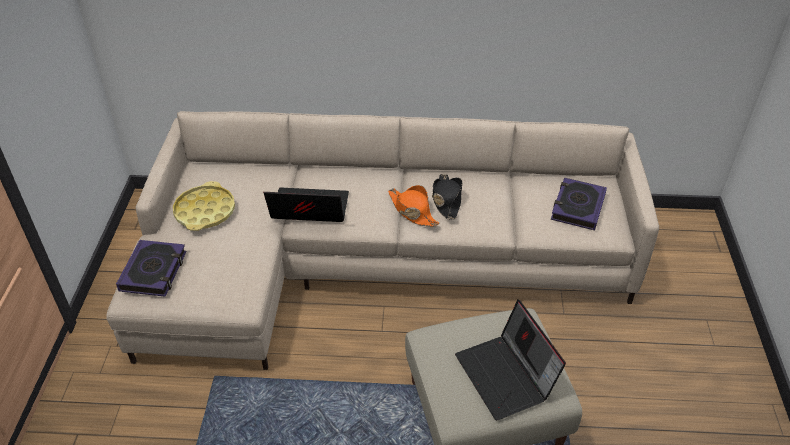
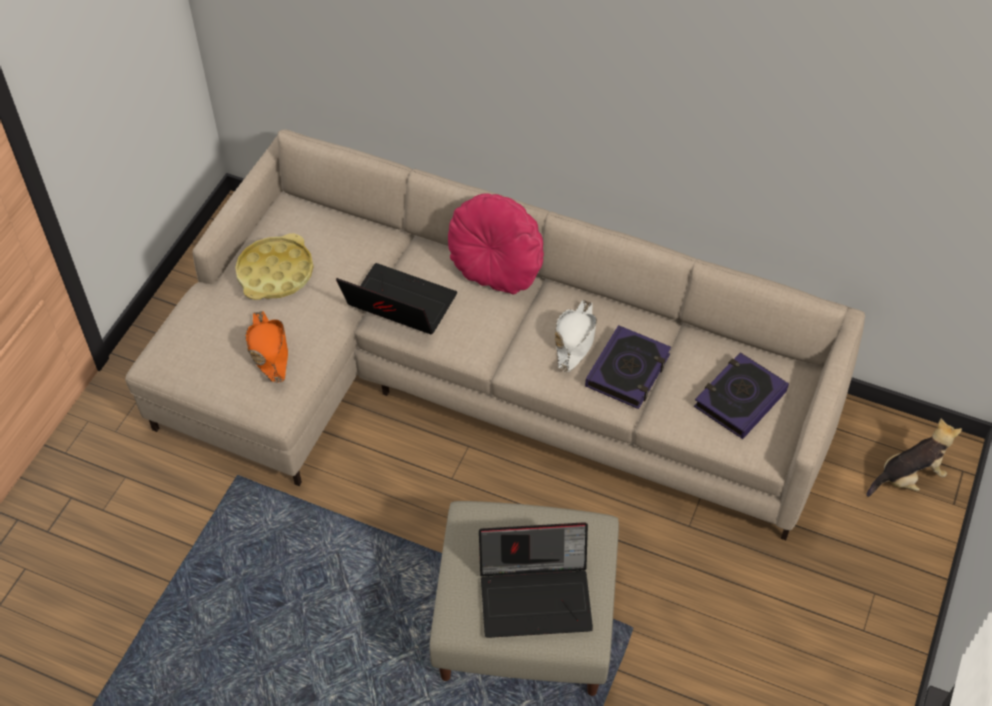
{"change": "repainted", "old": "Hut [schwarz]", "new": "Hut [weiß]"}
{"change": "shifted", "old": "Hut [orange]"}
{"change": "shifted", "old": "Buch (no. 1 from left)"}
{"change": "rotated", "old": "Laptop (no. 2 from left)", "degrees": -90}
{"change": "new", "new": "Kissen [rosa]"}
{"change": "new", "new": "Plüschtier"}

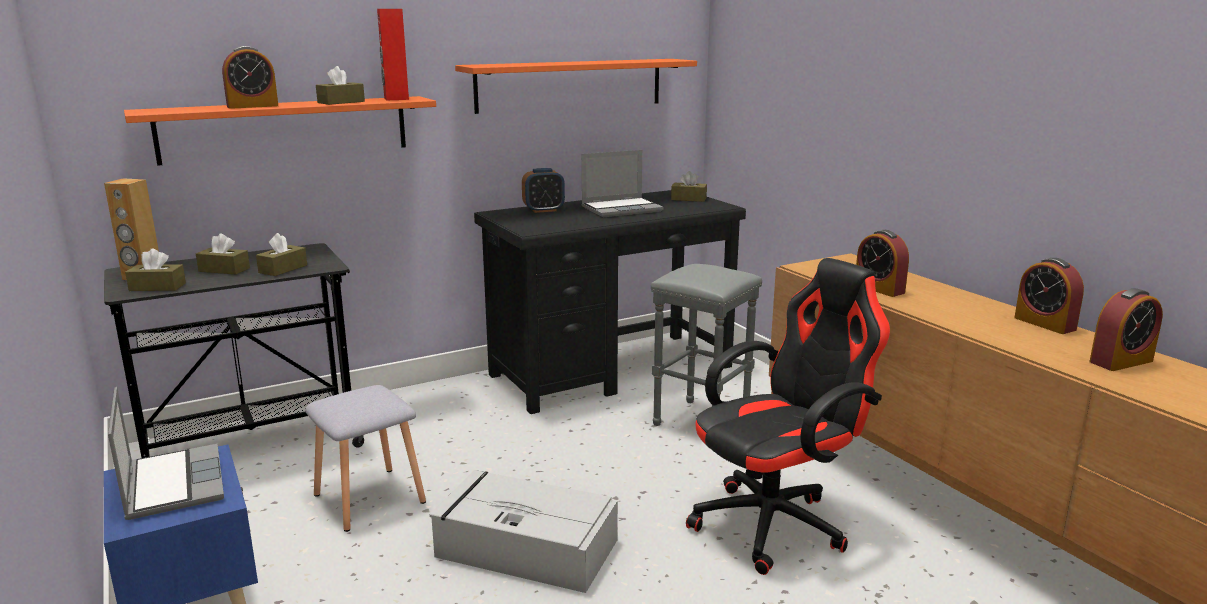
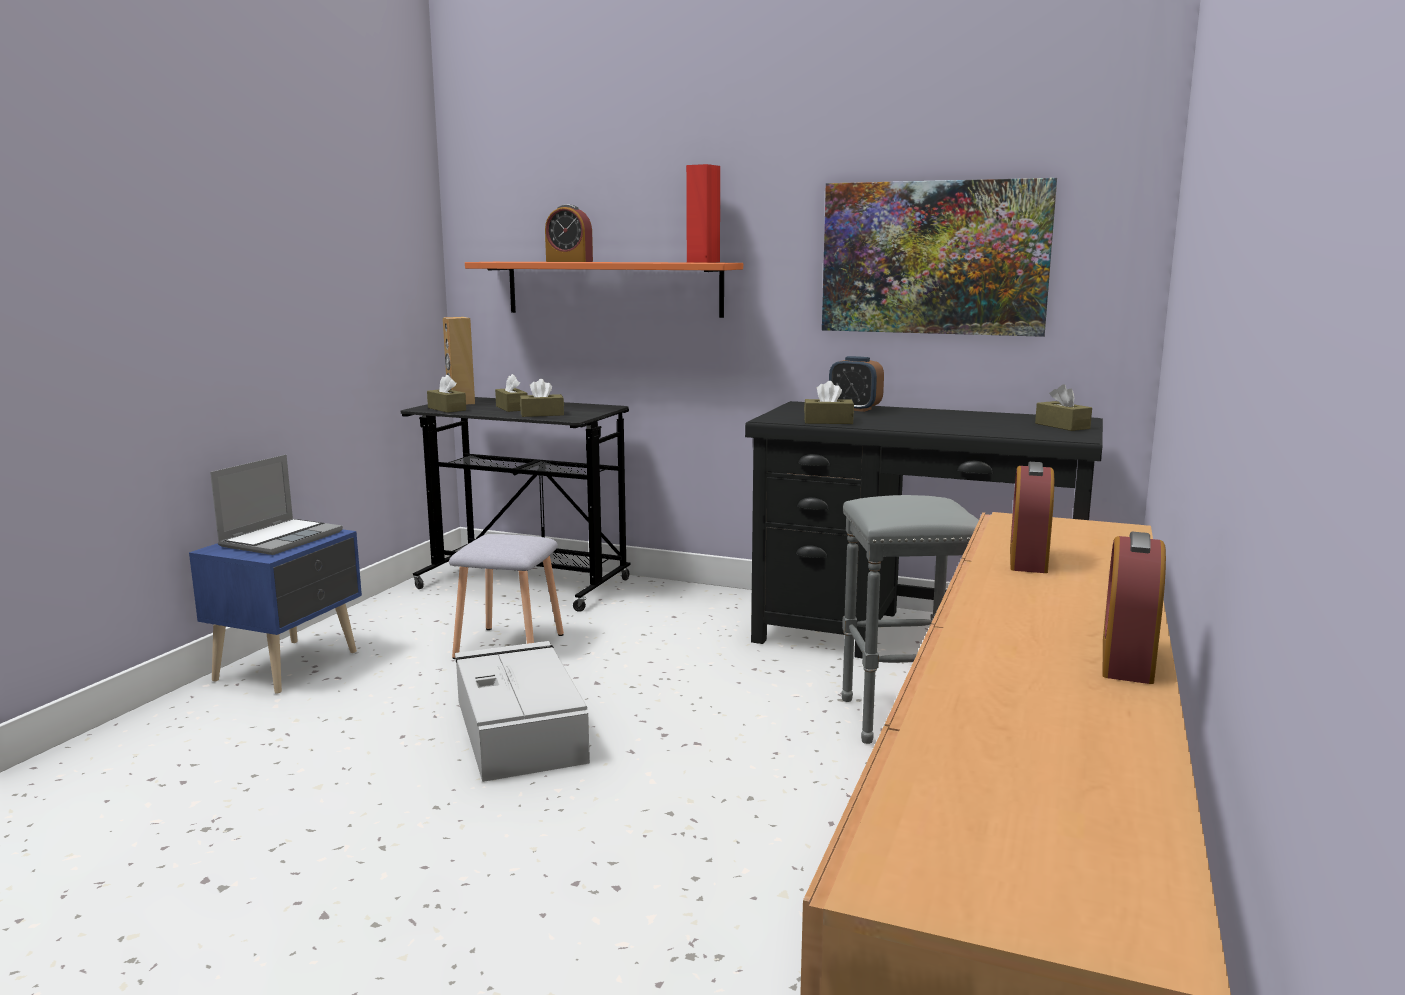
{"change": "swapped", "old": "Wandregal [orange] (no. 2 from left)", "new": "Bild"}
{"change": "shifted", "old": "Taschentuchbox [braun] (no. 4 from left)"}
{"change": "gone", "old": "Laptop (no. 2 from left)"}
{"change": "gone", "old": "Bürostuhl [schwarz]"}
{"change": "gone", "old": "Wecker (no. 5 from left)"}

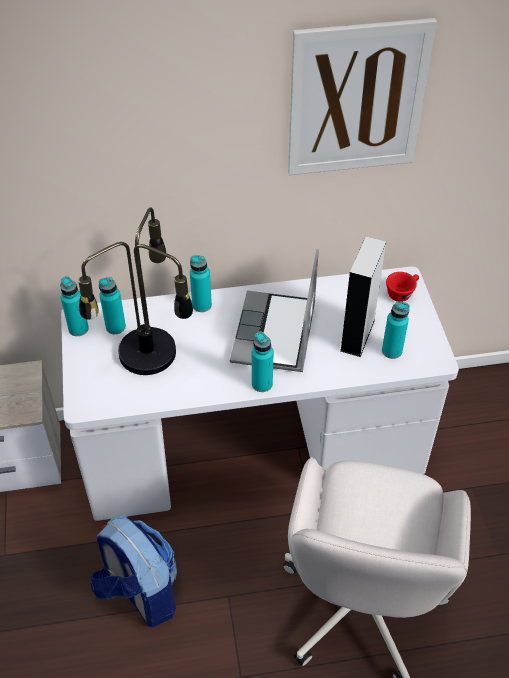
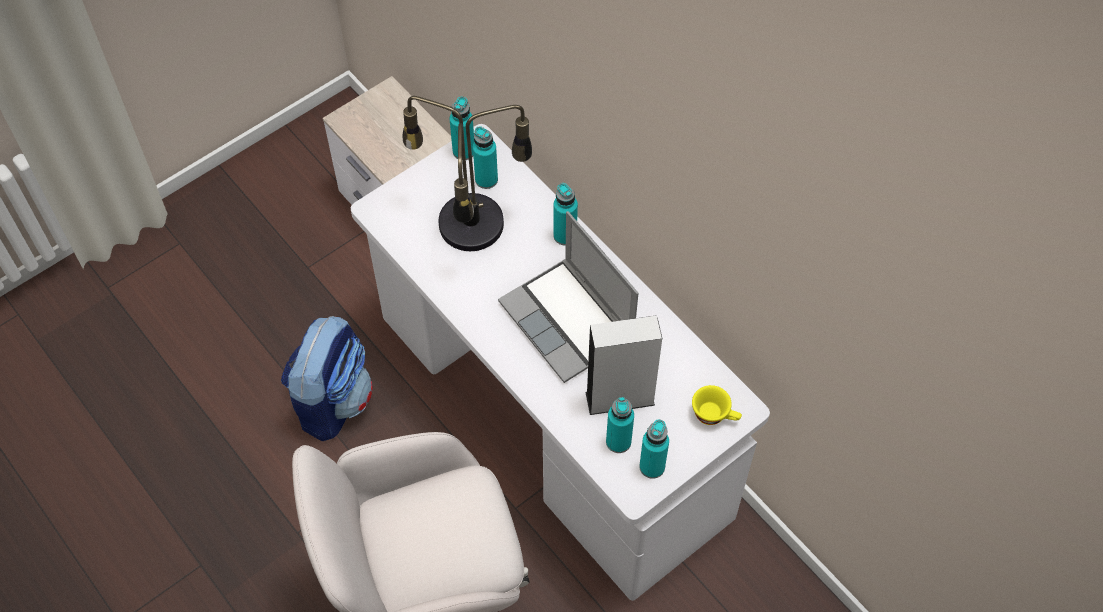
{"change": "gone", "old": "Bild"}
{"change": "rotated", "old": "Laptop", "degrees": -105}
{"change": "repainted", "old": "Tasse [rot]", "new": "Tasse [gelb]"}
{"change": "shifted", "old": "Flasche [türkis] (no. 4 from left in the first image)", "new": "Flasche [türkis] (no. 5 from left)"}

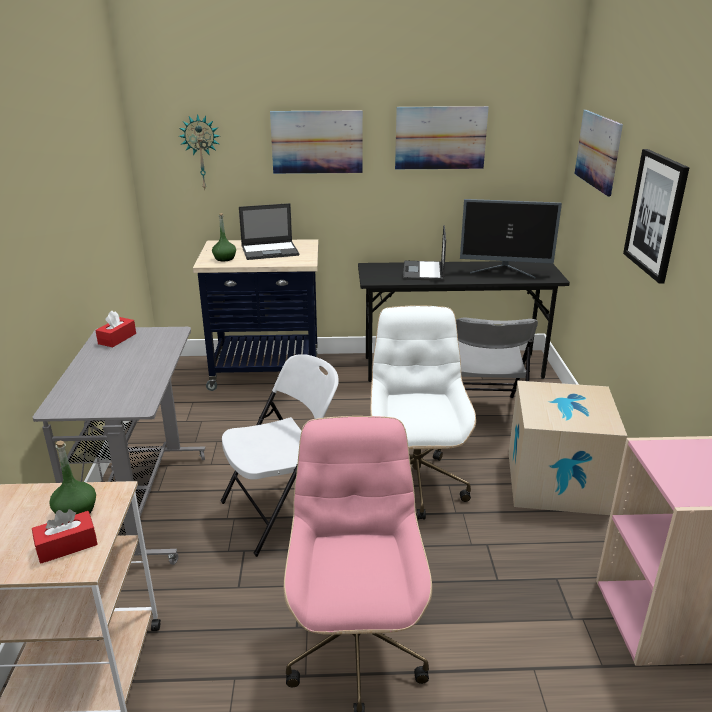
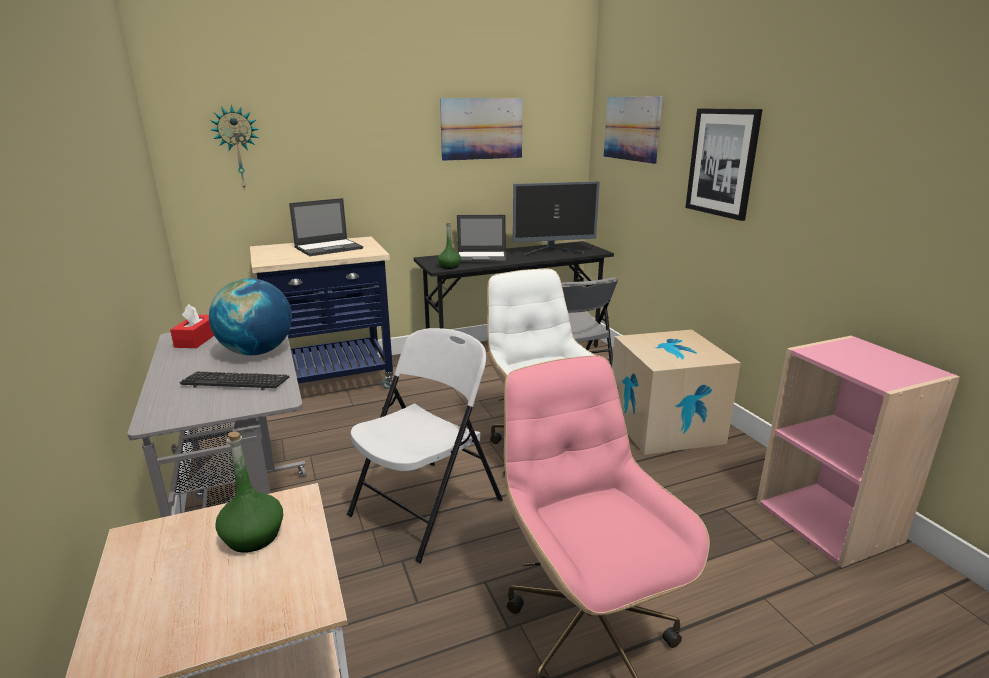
{"change": "gone", "old": "Bild (no. 1 from left)"}
{"change": "shifted", "old": "Flasche [grün] (no. 2 from left)"}
{"change": "rotated", "old": "Laptop (no. 2 from left)", "degrees": -75}
{"change": "gone", "old": "Taschentuchbox [rot] (no. 1 from left)"}
{"change": "new", "new": "Globus"}
{"change": "new", "new": "Tastatur"}

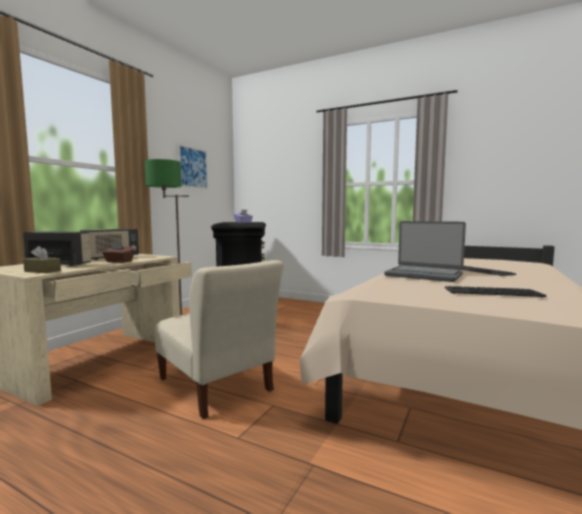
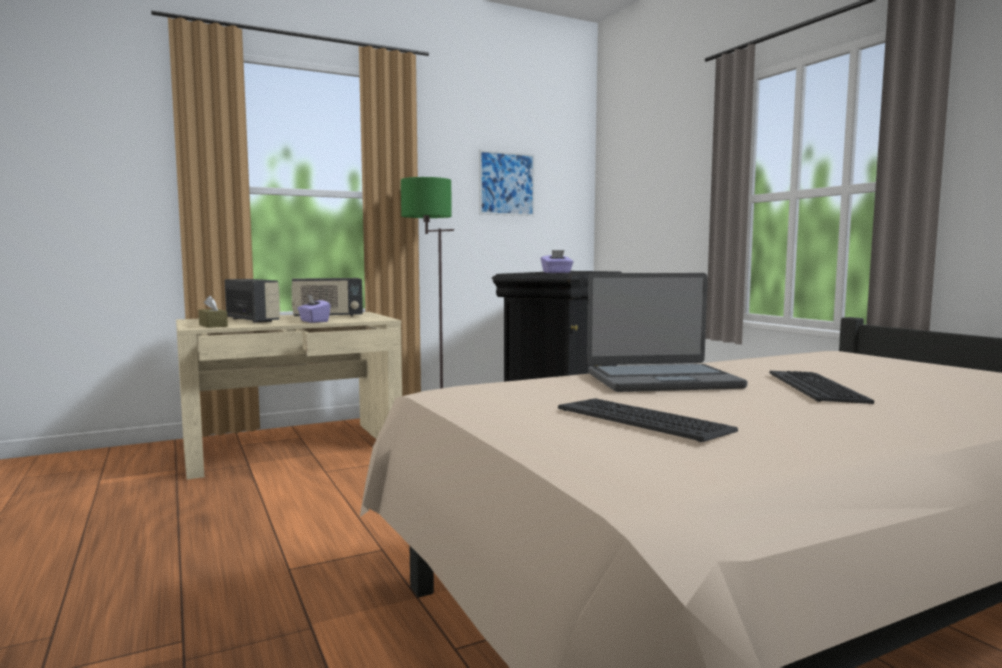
{"change": "rotated", "old": "Laptop", "degrees": -75}
{"change": "repainted", "old": "Taschentuchbox [braun] (no. 2 from left)", "new": "Taschentuchbox [lila] (no. 1 from left)"}
{"change": "gone", "old": "Stuhl [beige]"}

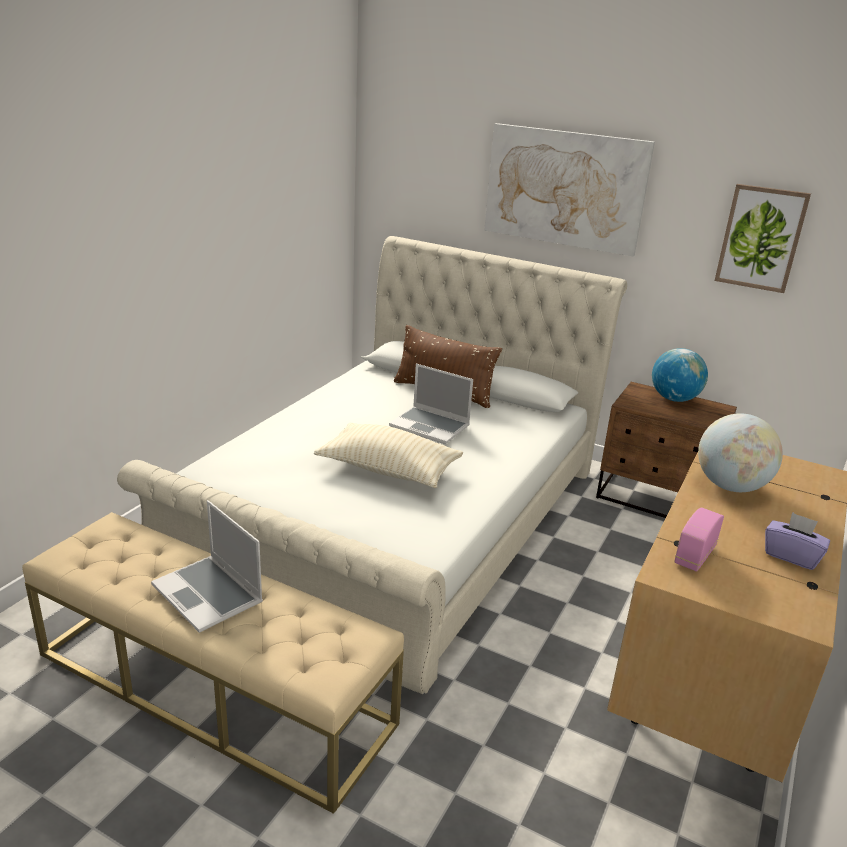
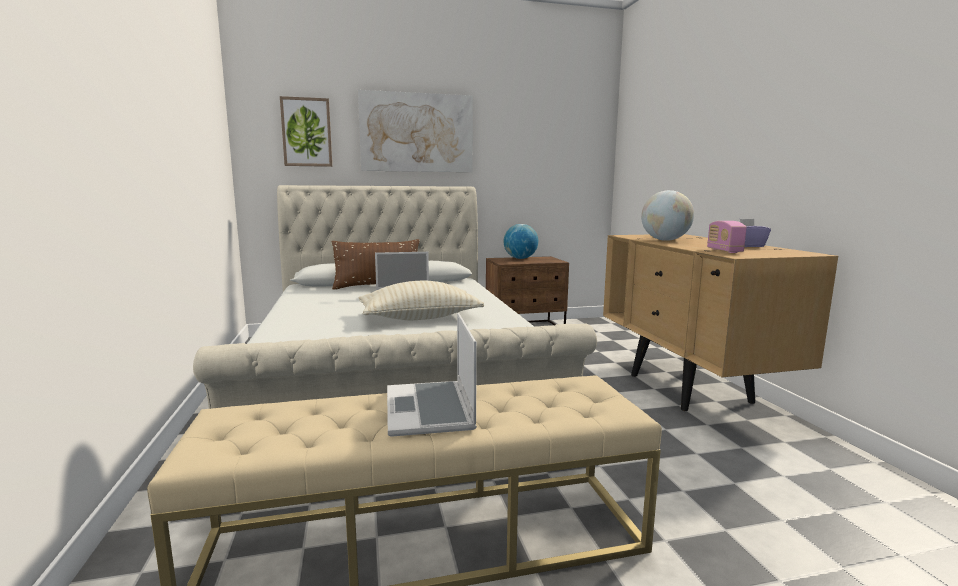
{"change": "shifted", "old": "Bild (no. 2 from left in the first image)", "new": "Bild (no. 1 from left)"}
{"change": "rotated", "old": "Laptop (no. 1 from left in the first image)", "degrees": 75}

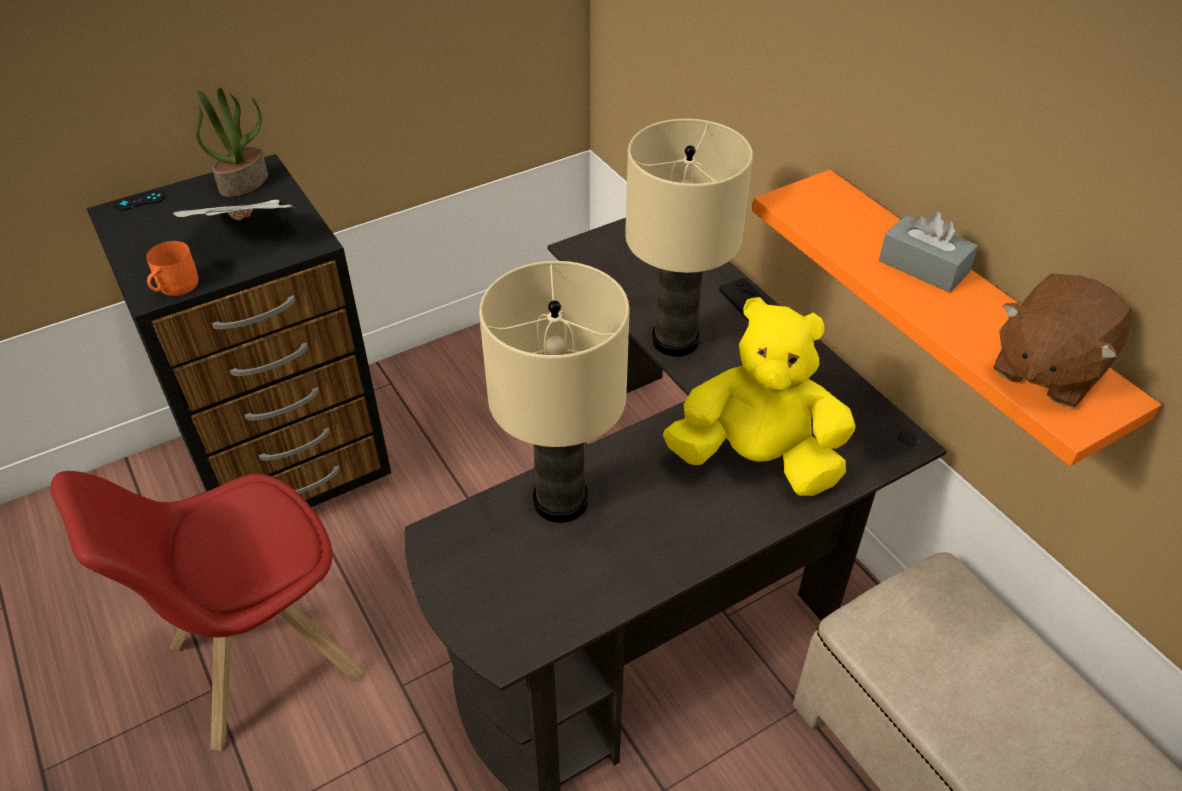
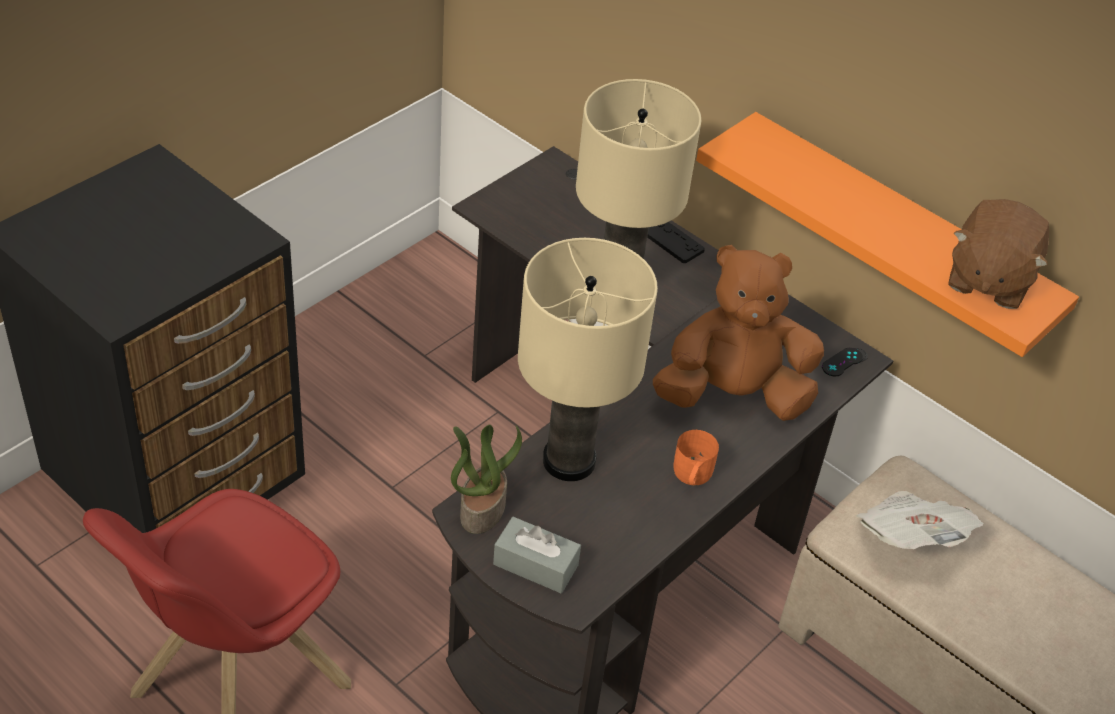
{"change": "shifted", "old": "Topfpflanze"}
{"change": "shifted", "old": "Gamepad [schwarz] (no. 1 from left in the first image)", "new": "Gamepad [schwarz] (no. 2 from left)"}
{"change": "shifted", "old": "Zeitung"}
{"change": "shifted", "old": "Taschentuchbox [grau]"}
{"change": "shifted", "old": "Henkelbecher [orange]"}
{"change": "repainted", "old": "Plüschtier [gelb]", "new": "Plüschtier [braun] (no. 1 from left)"}

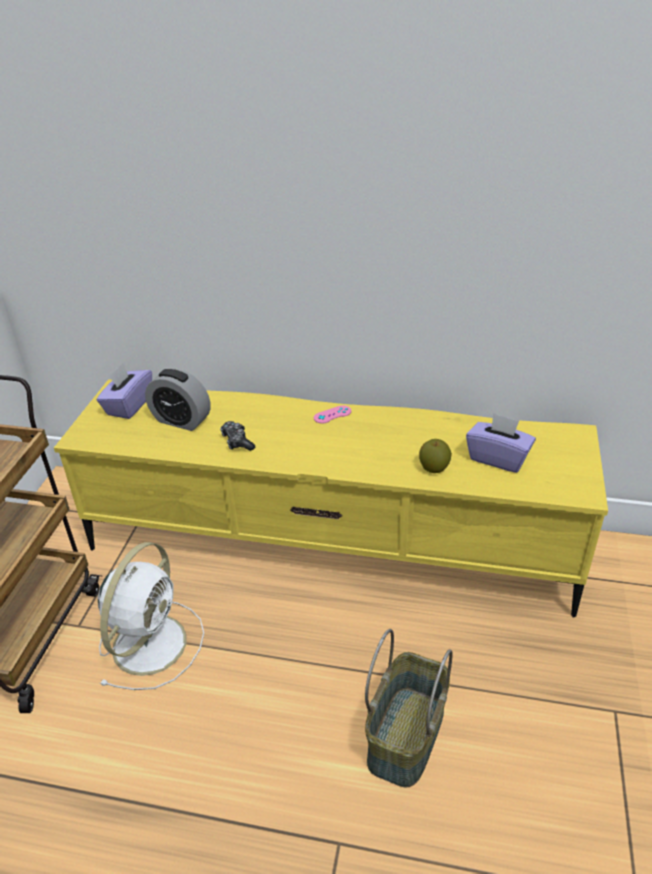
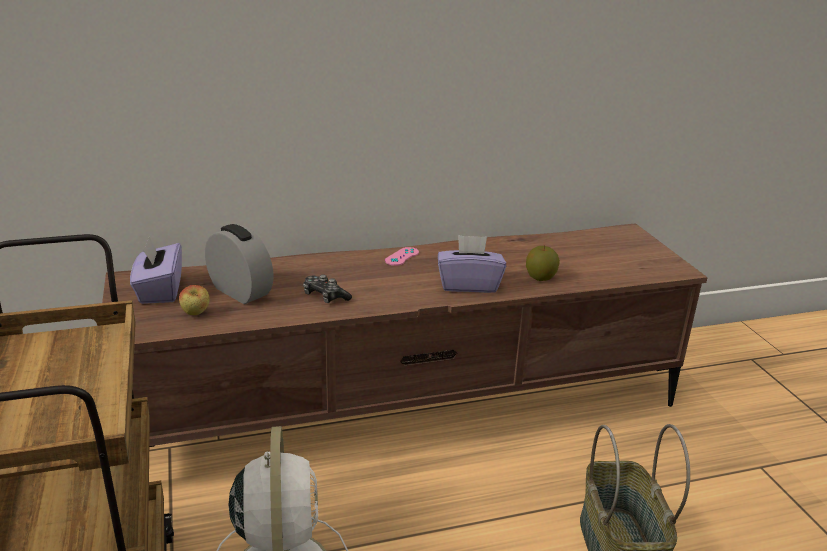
{"change": "rotated", "old": "Wecker", "degrees": -135}
{"change": "repainted", "old": "Fernsehschrank [gelb]", "new": "Fernsehschrank [braun]"}
{"change": "shifted", "old": "Taschentuchbox [lila] (no. 2 from left)"}
{"change": "new", "new": "Apfel (no. 1 from left)"}

